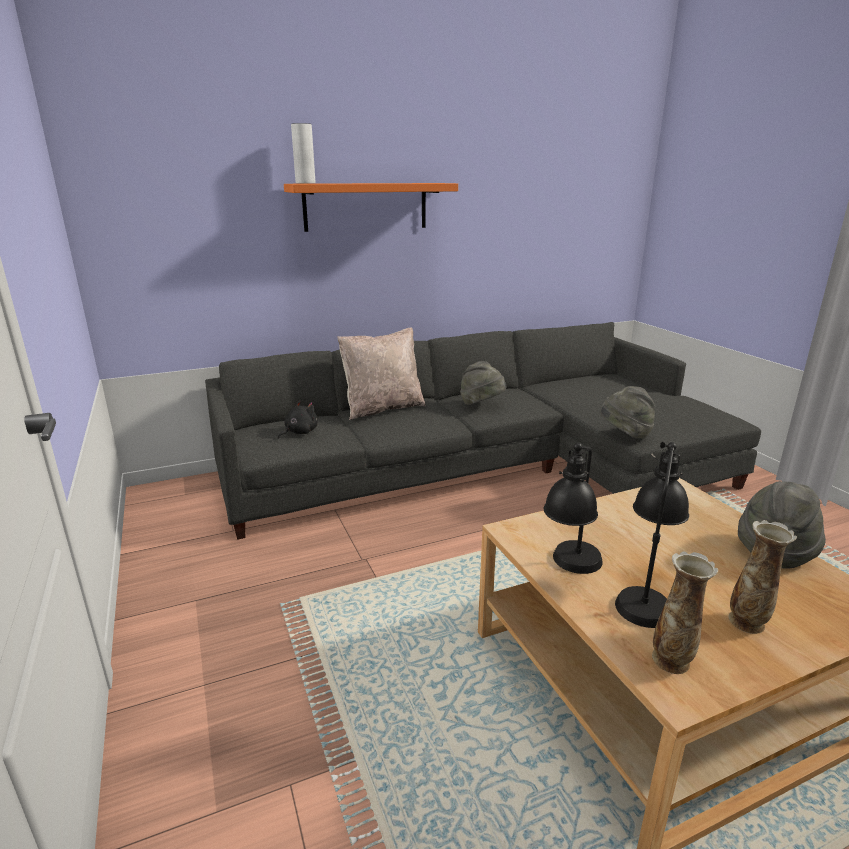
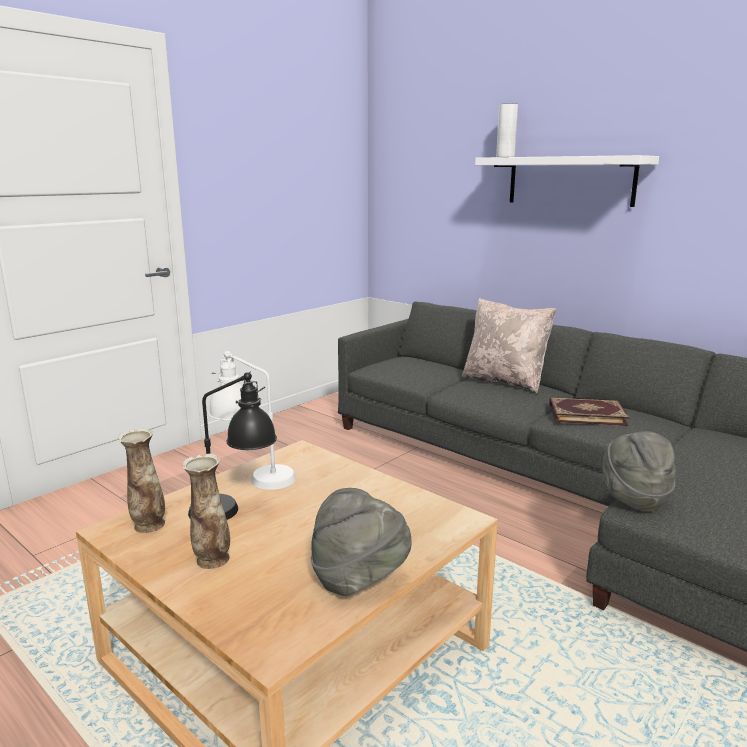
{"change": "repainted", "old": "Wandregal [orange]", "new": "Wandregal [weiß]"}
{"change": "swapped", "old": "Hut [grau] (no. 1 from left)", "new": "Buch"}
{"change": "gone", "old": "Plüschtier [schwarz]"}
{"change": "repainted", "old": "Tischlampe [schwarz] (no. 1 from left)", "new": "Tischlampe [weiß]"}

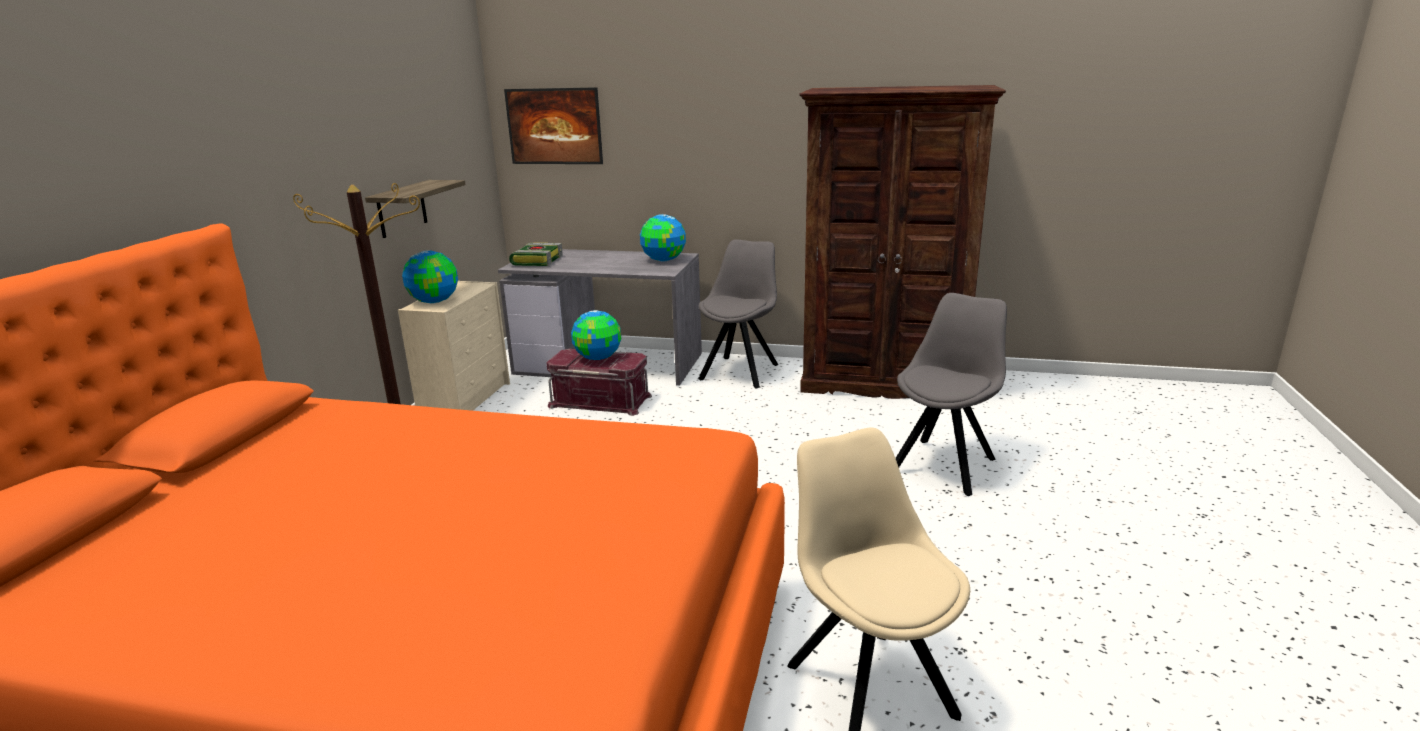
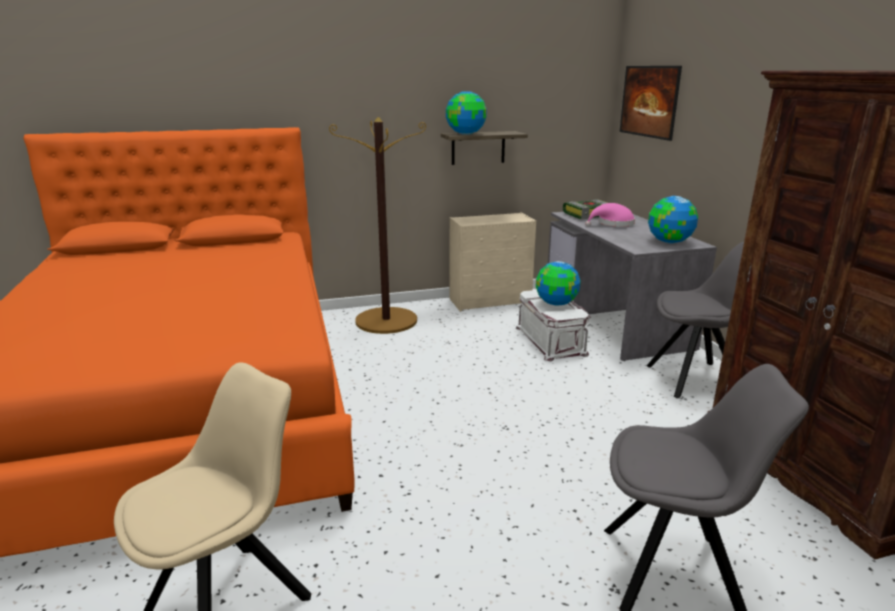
{"change": "shifted", "old": "Globus (no. 1 from left)"}
{"change": "repainted", "old": "Aufbewahrungsbox [rot]", "new": "Aufbewahrungsbox [weiß]"}
{"change": "new", "new": "Hut [rosa]"}

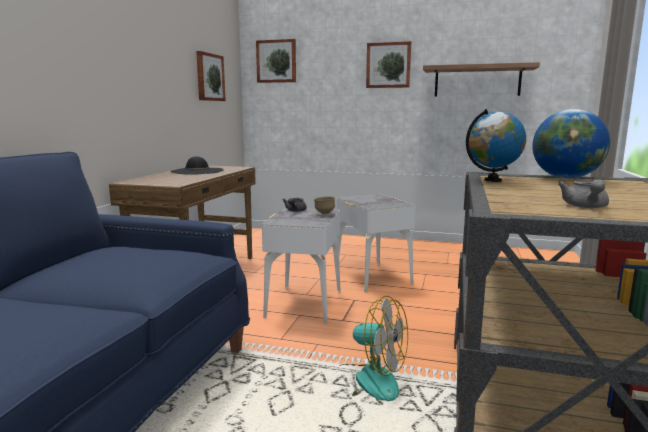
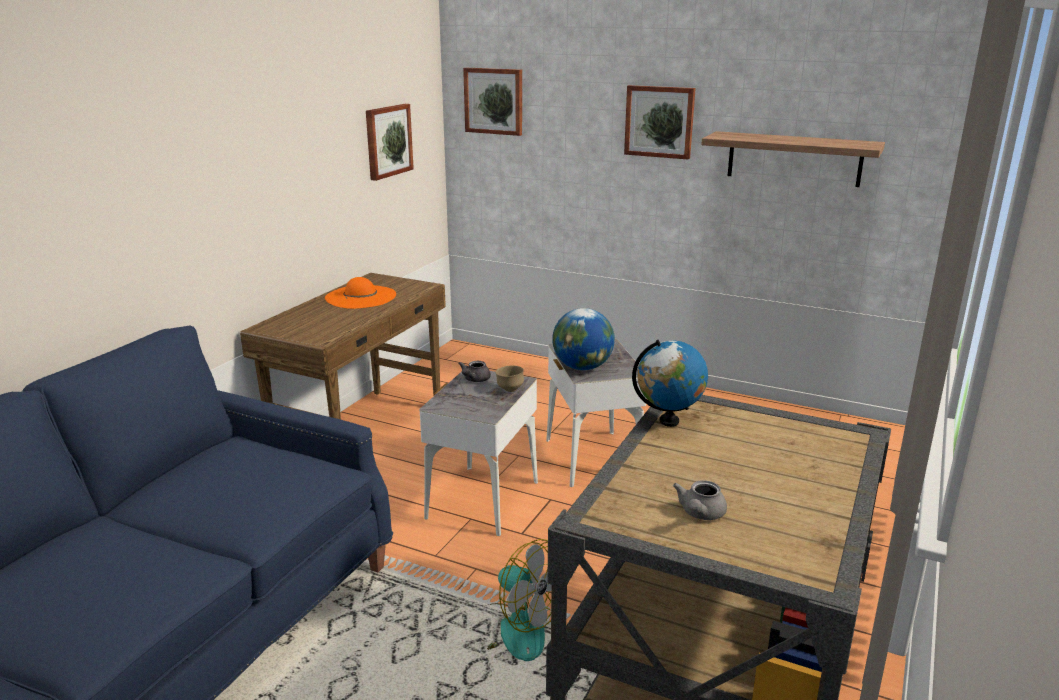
{"change": "shifted", "old": "Globus (no. 2 from left in the first image)", "new": "Globus (no. 1 from left)"}
{"change": "repainted", "old": "Hut [schwarz]", "new": "Hut [orange]"}

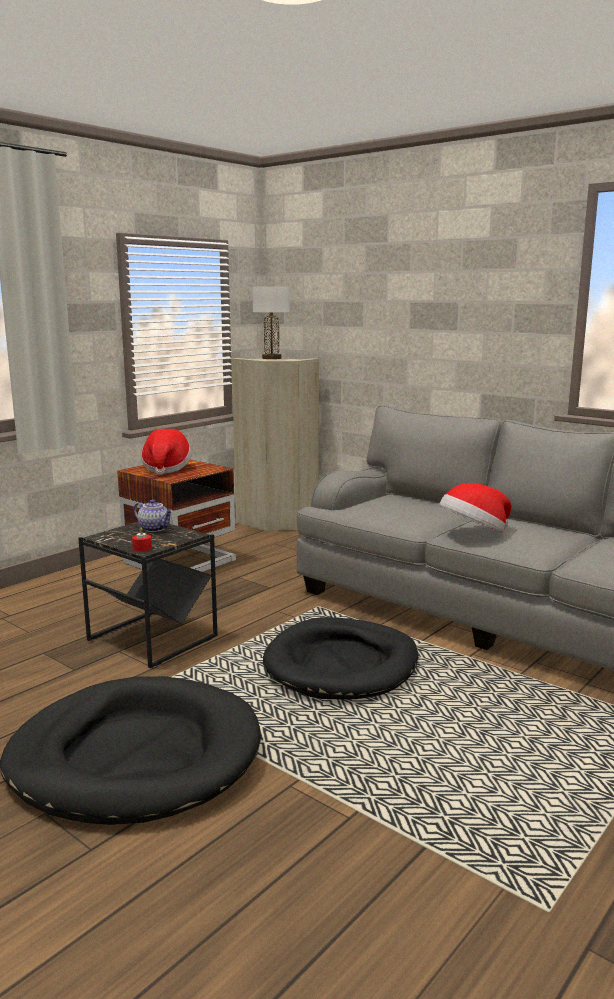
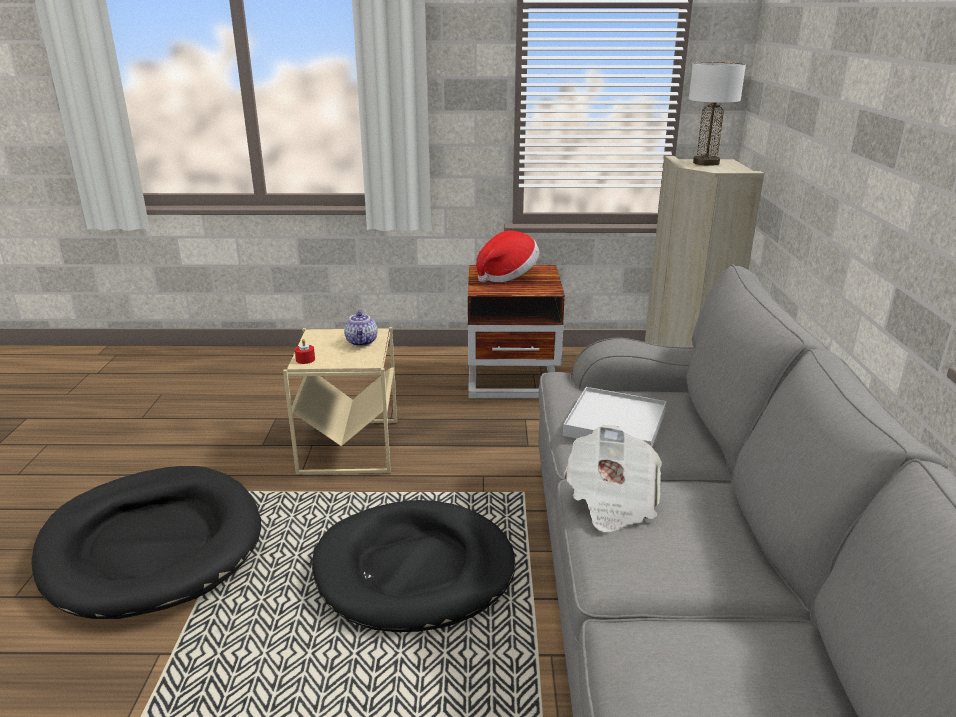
{"change": "swapped", "old": "Hut (no. 2 from left)", "new": "Zeitung"}
{"change": "repainted", "old": "Beistelltisch [schwarz]", "new": "Beistelltisch [beige]"}
{"change": "new", "new": "Tablett [weiß]"}

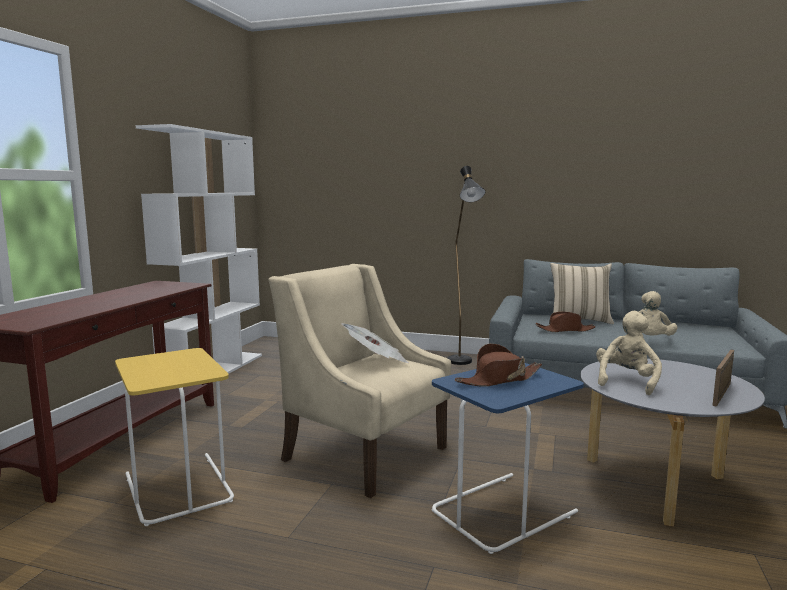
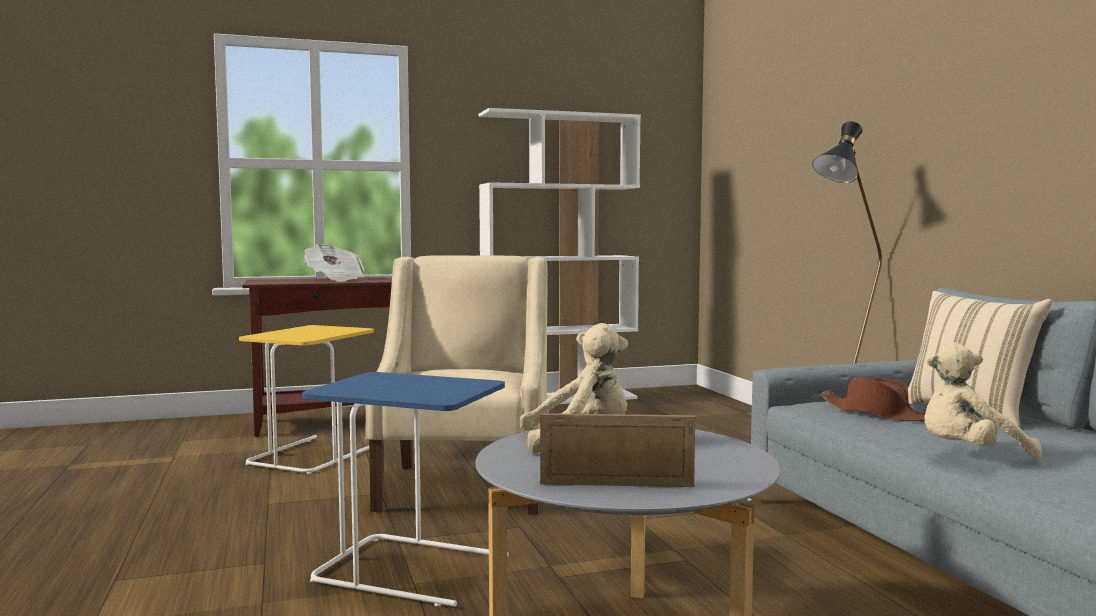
{"change": "shifted", "old": "Zeitung"}
{"change": "gone", "old": "Hut [braun] (no. 1 from left)"}

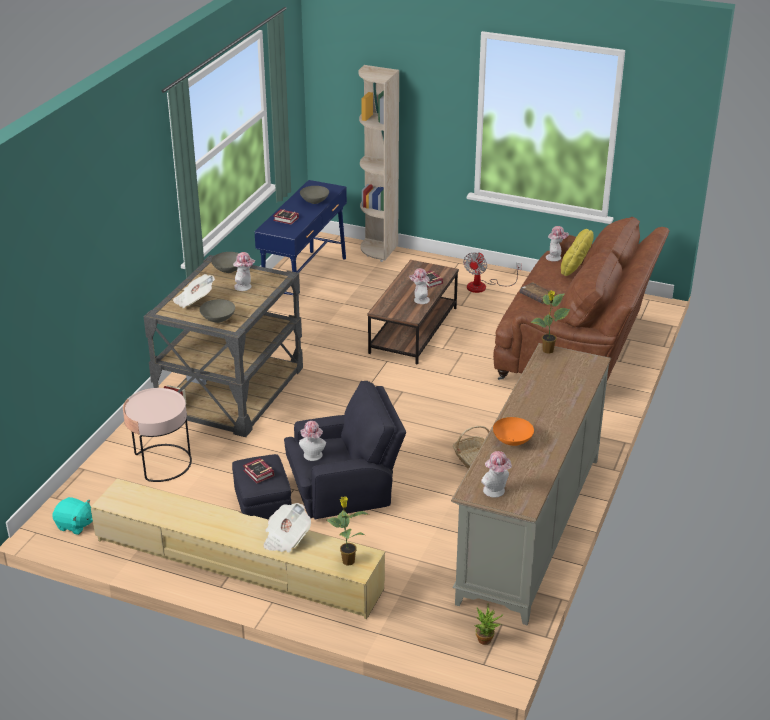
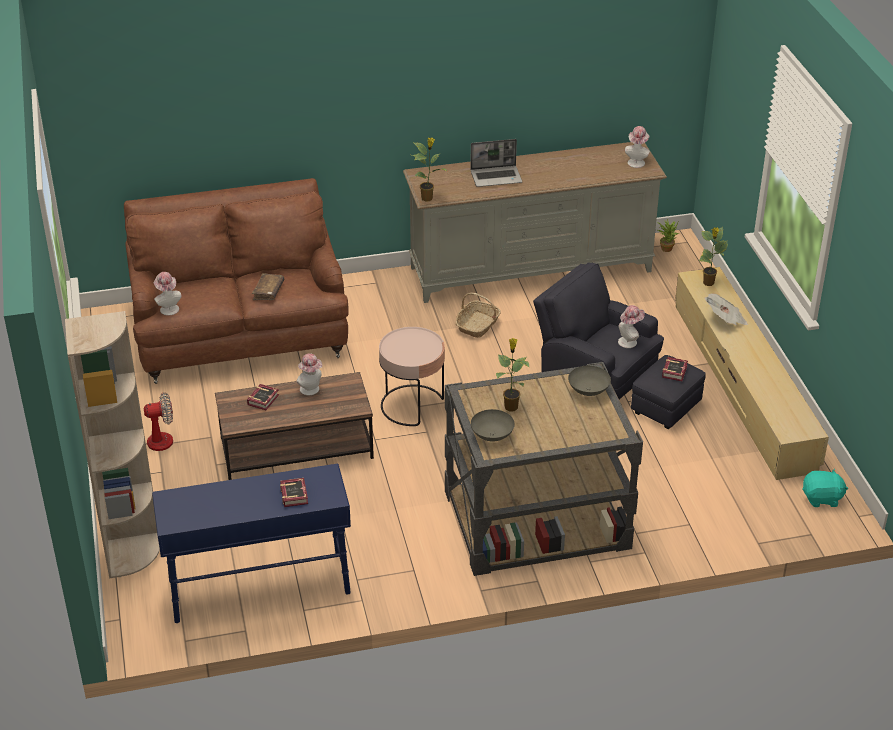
{"change": "gone", "old": "Schüssel [grau] (no. 3 from left)"}
{"change": "gone", "old": "Kissen [gelb]"}
{"change": "swapped", "old": "Hut (no. 1 from left)", "new": "Topfpflanze (no. 2 from left)"}
{"change": "gone", "old": "Zeitung (no. 1 from left)"}
{"change": "shifted", "old": "Beistelltisch [rosa]"}
{"change": "gone", "old": "Schüssel [orange]"}
{"change": "rotated", "old": "Plüschtier [türkis]", "degrees": 105}
{"change": "new", "new": "Laptop"}

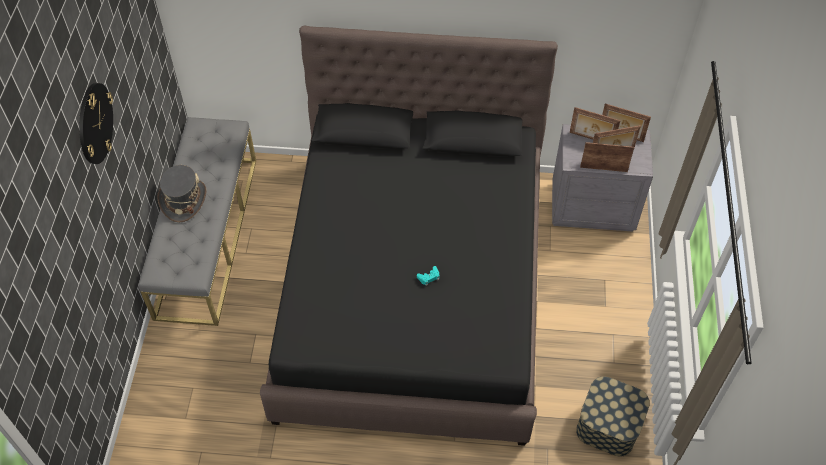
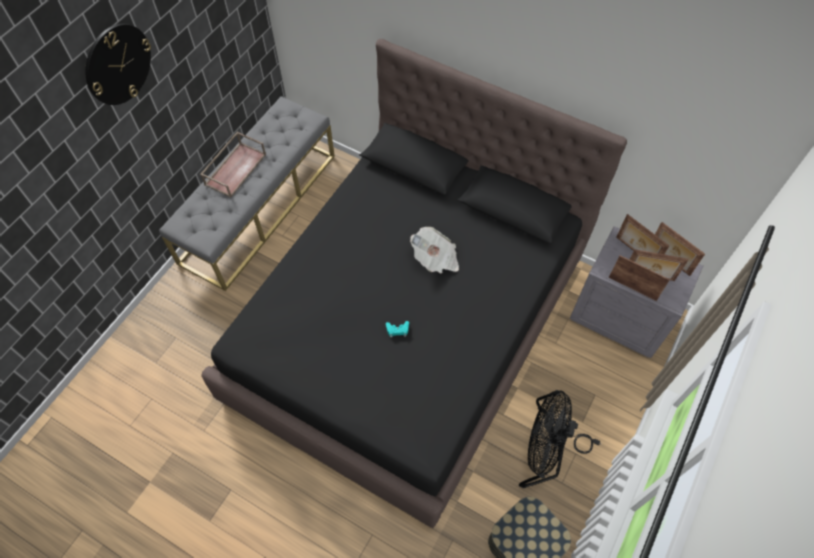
{"change": "swapped", "old": "Hut [grau]", "new": "Tablett [braun]"}
{"change": "new", "new": "Zeitung"}
{"change": "new", "new": "Ventilator [schwarz]"}

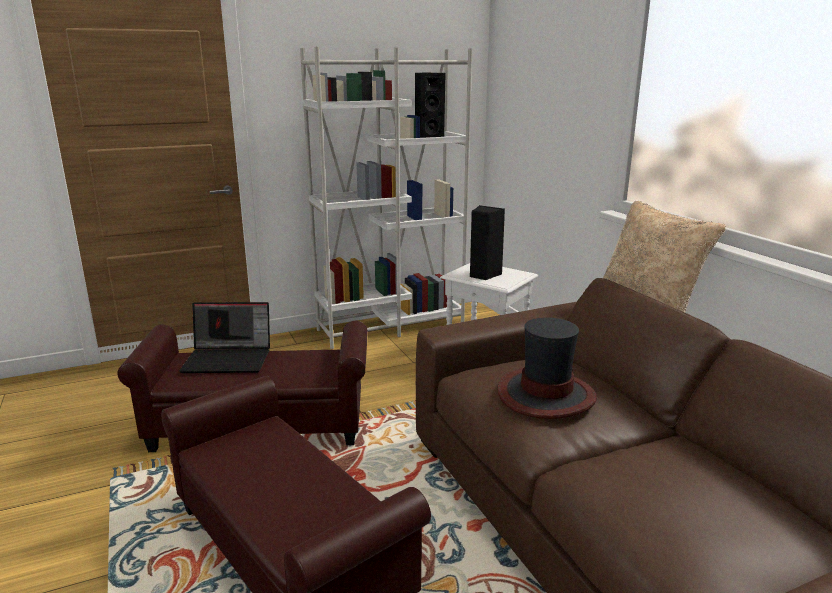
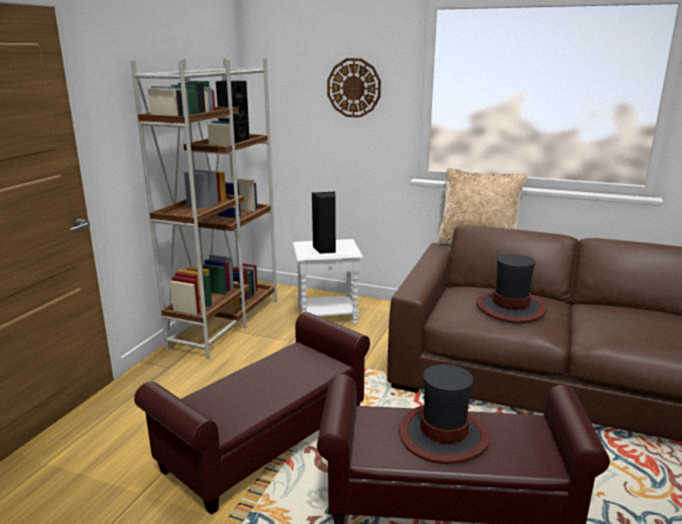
{"change": "repainted", "old": "Bücherregal [weiß]", "new": "Bücherregal [braun]"}
{"change": "gone", "old": "Laptop"}
{"change": "new", "new": "Wanduhr"}
{"change": "new", "new": "Hut (no. 1 from left)"}

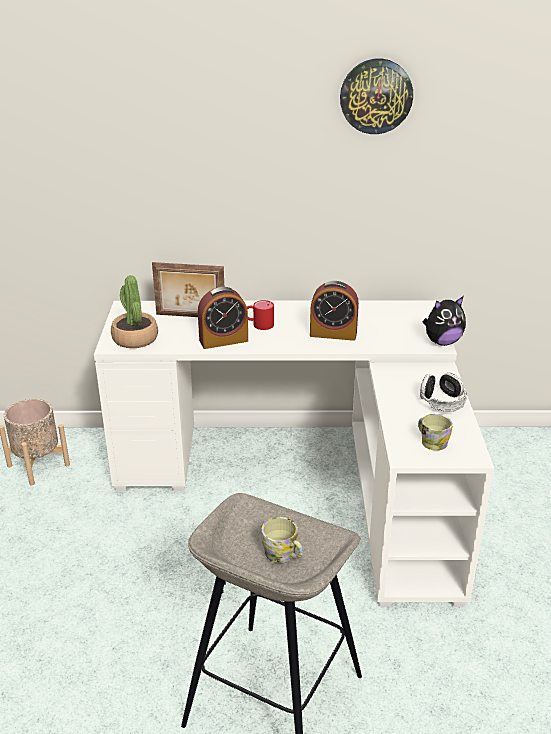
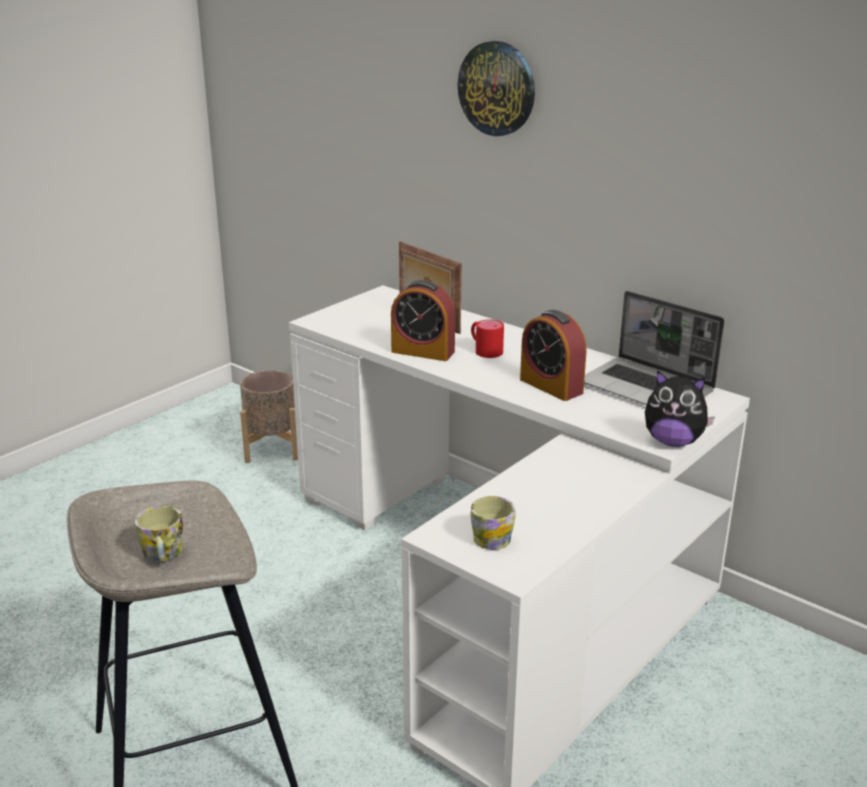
{"change": "shifted", "old": "Wanduhr"}
{"change": "gone", "old": "Topfpflanze"}
{"change": "gone", "old": "Kopfhörer"}
{"change": "new", "new": "Laptop"}

